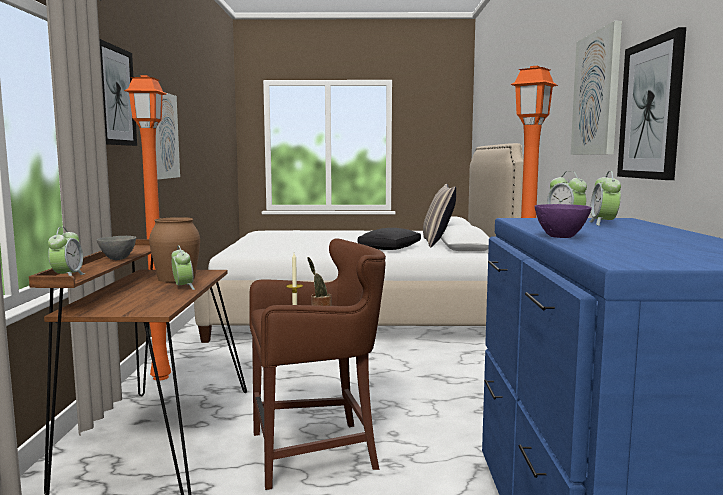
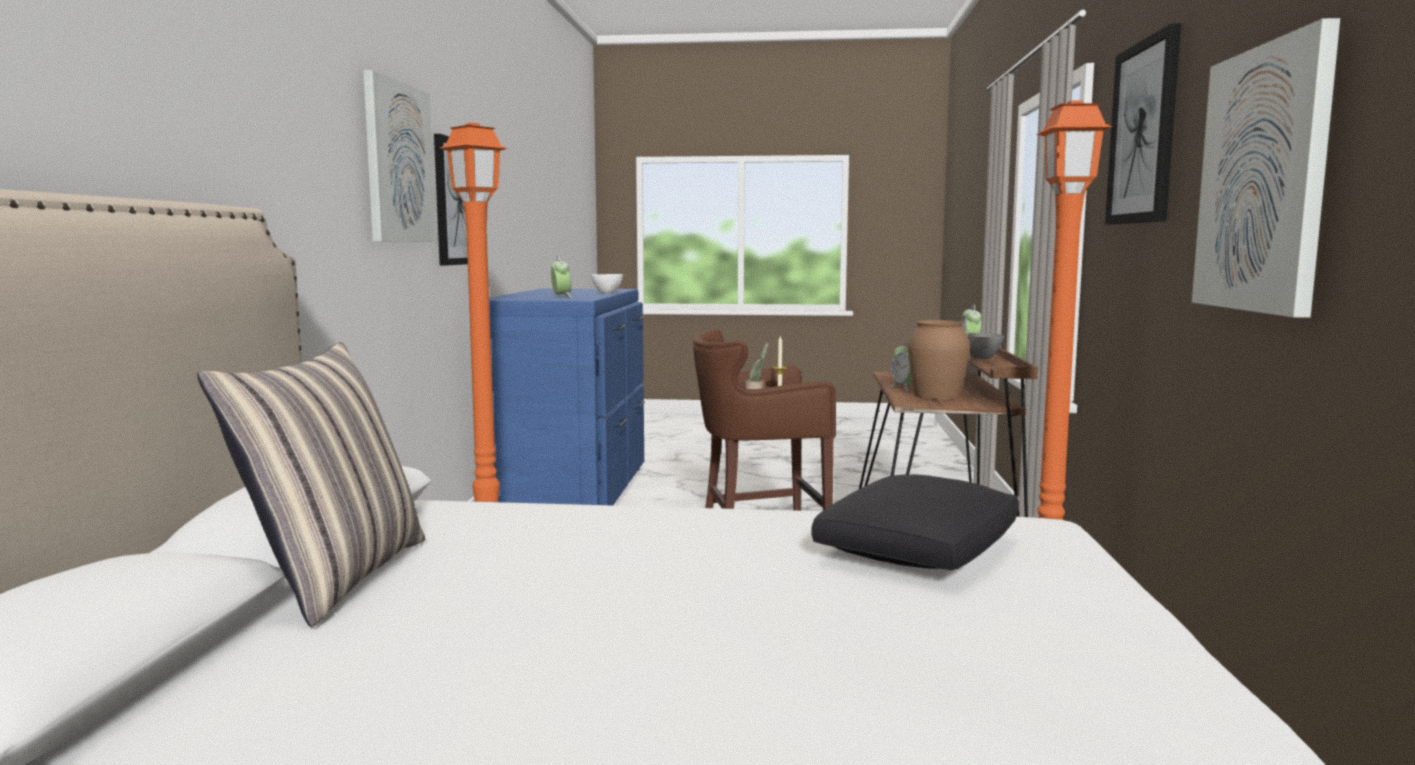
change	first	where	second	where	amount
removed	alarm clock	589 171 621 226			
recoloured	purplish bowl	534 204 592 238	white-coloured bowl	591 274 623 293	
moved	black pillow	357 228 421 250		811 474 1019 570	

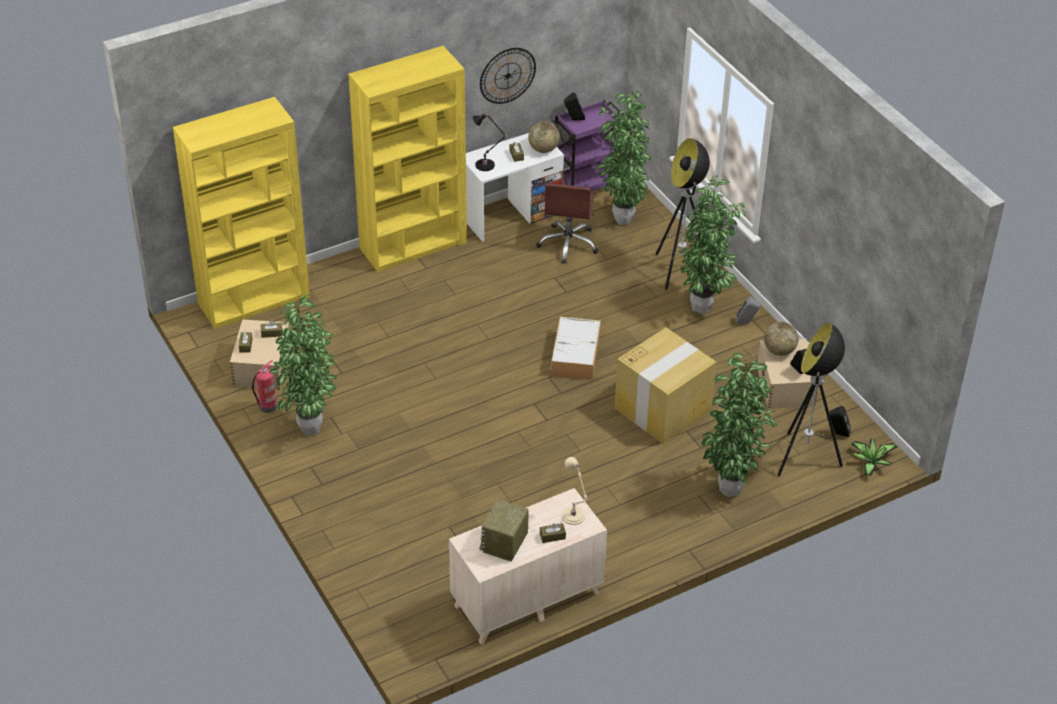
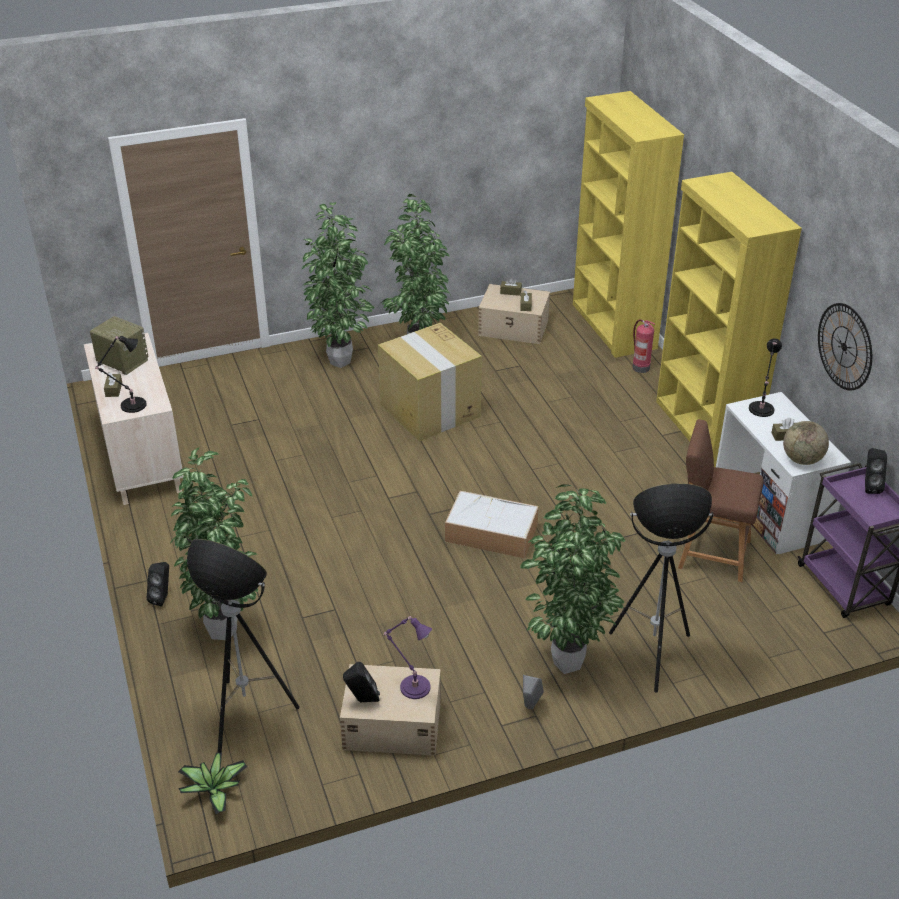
change	first	where	second	where	amount
moved	houseplant	595 91 652 225		301 202 374 368	
replaced	brown computer chair	536 183 598 264	brown stool seat	678 419 764 582	
replaced	globe	764 322 799 356	purplish lamp for a table	383 616 432 699	
moved	carton	615 327 716 444		378 323 482 441	
moved	fire extinguisher	252 360 277 413		632 319 655 373	
moved	black loudspeaker	829 406 851 437		147 562 169 606	
recoloured	sand-coloured lamp for a table	562 457 589 525	black lamp for a table	95 336 147 413	

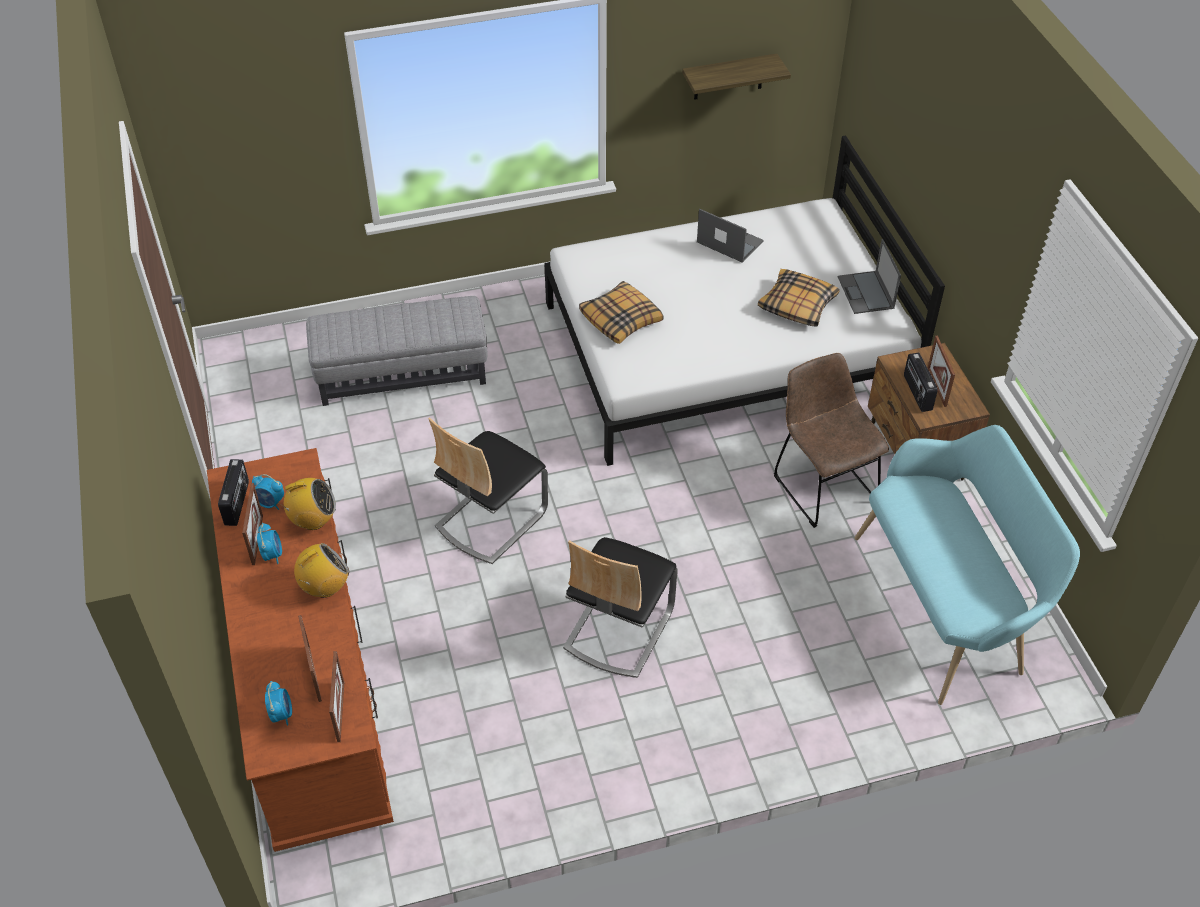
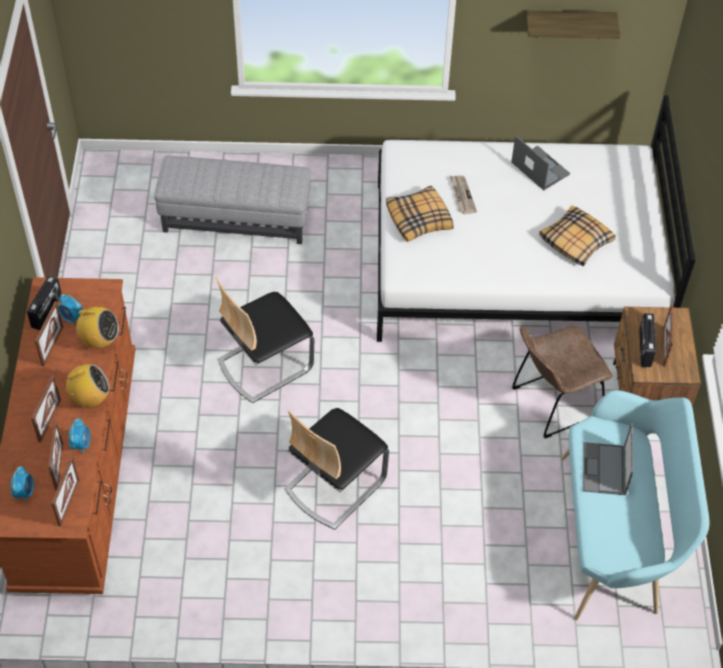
change	first	where	second	where	amount
moved	notebook computer	838 239 901 314		583 423 634 495	
turned	brown plain chair	774 353 889 528		512 326 612 438	105 degrees counterclockwise
moved	alarm clock	257 523 282 564		69 418 90 454	
added			daily paper	450 175 477 214	
added			picture frame	31 375 61 443	

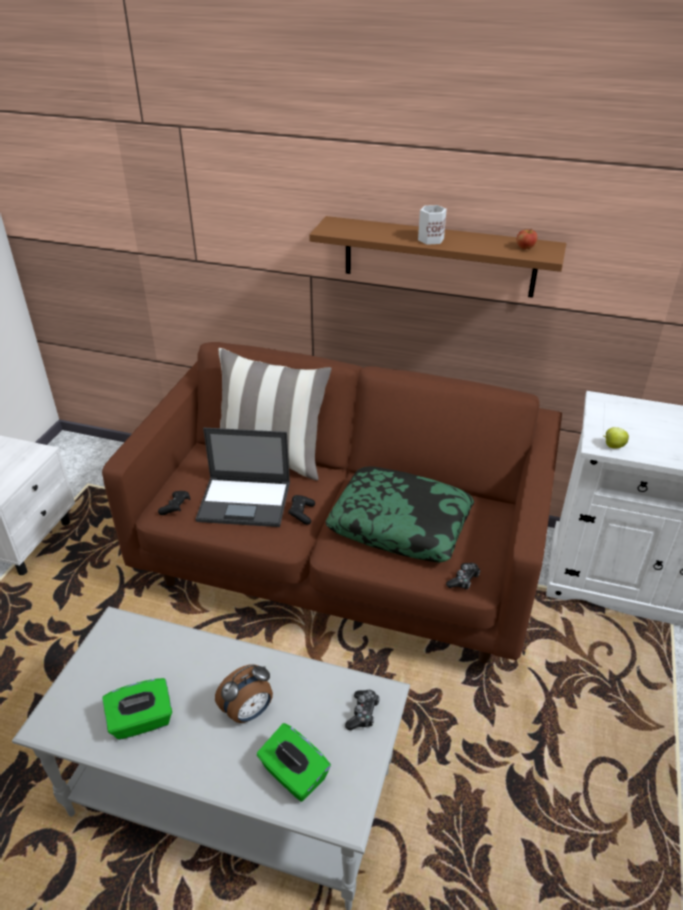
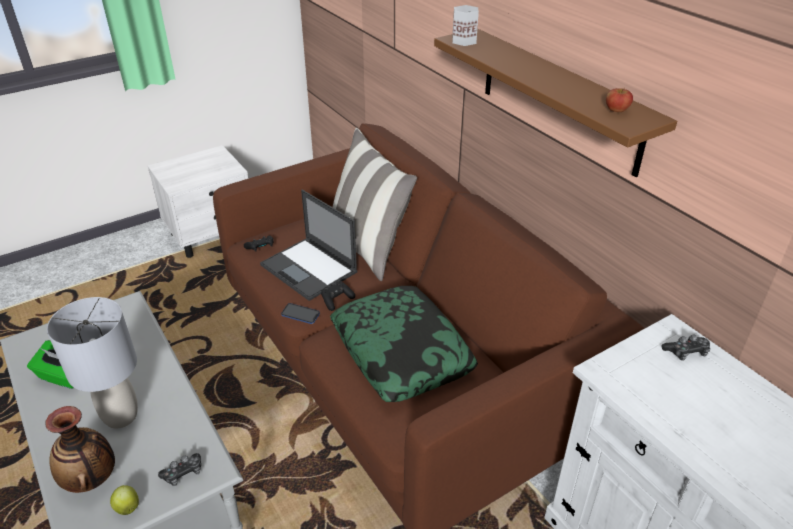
change	first	where	second	where	amount
moved	white-coloured mug	418 205 447 245		452 5 479 46	
moved	apple	603 427 629 449		110 485 139 515	
moved	gamepad	446 563 481 589		661 334 710 361	
replaced	alarm clock	215 664 273 723	grey lamp for a table	47 297 138 429	
replaced	green-coloured tissue holder	257 723 331 802	decorative vase	45 406 115 493	
added			handset	281 303 320 324	

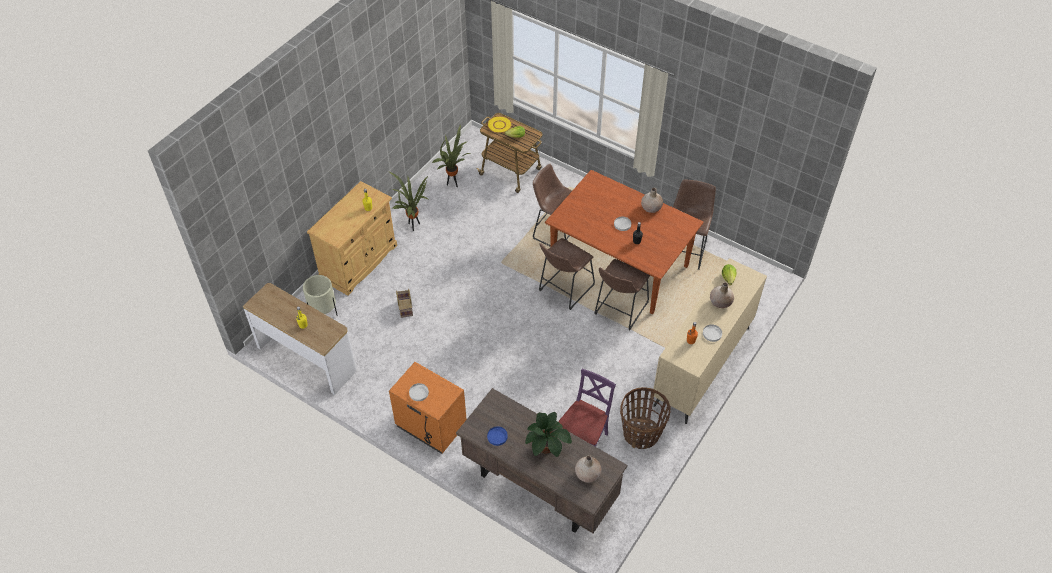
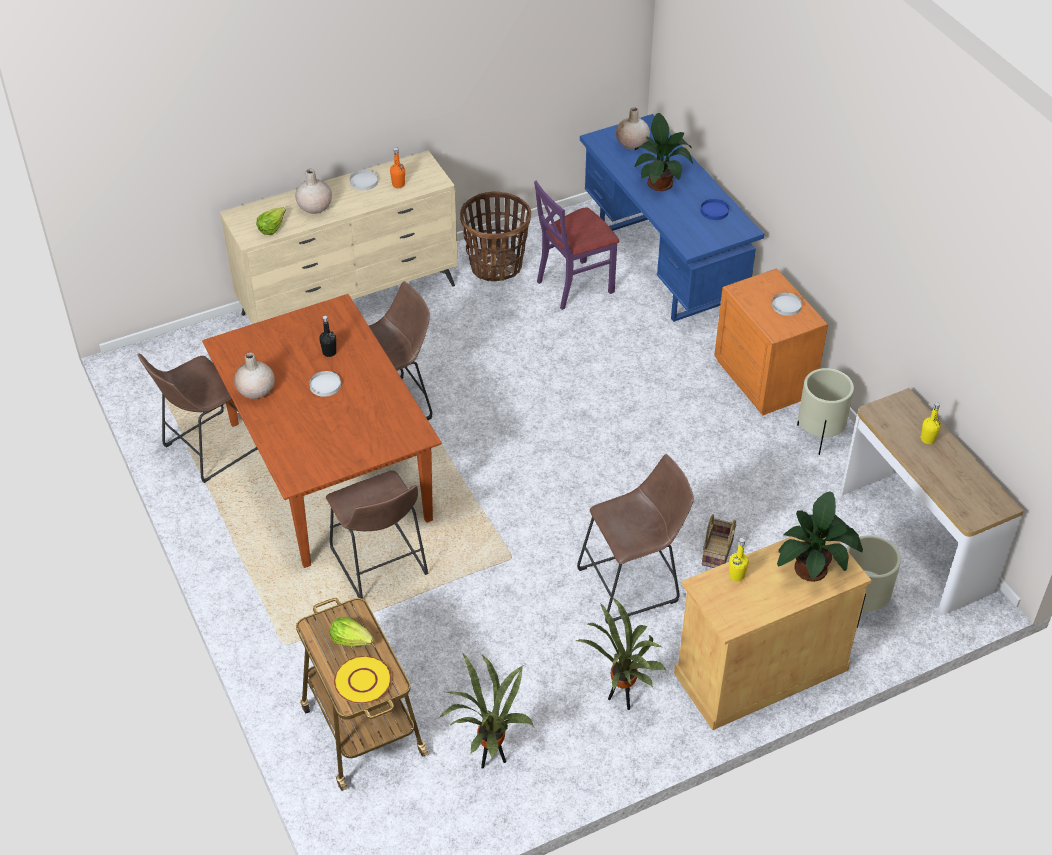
change	first	where	second	where	amount
moved	brown stool seat	539 238 595 310		577 454 694 624	
recoloured	brown desk table	456 388 627 533	blue-coloured desk table	580 114 764 322	
added			sand-coloured planter	797 368 854 455	
added			houseplant	777 491 863 582	

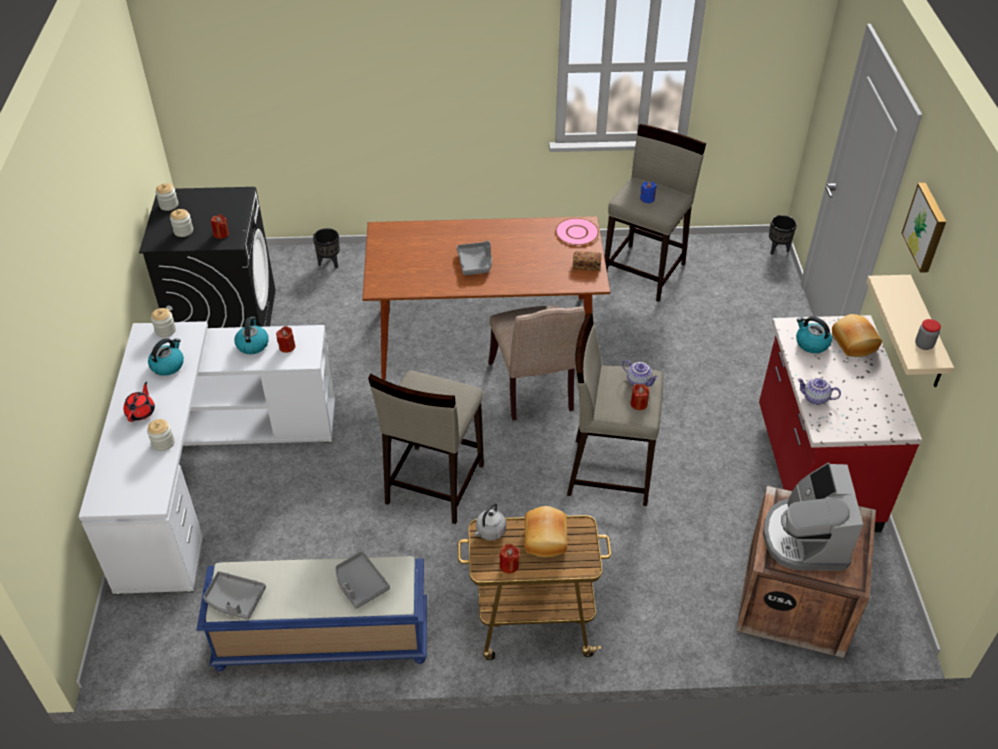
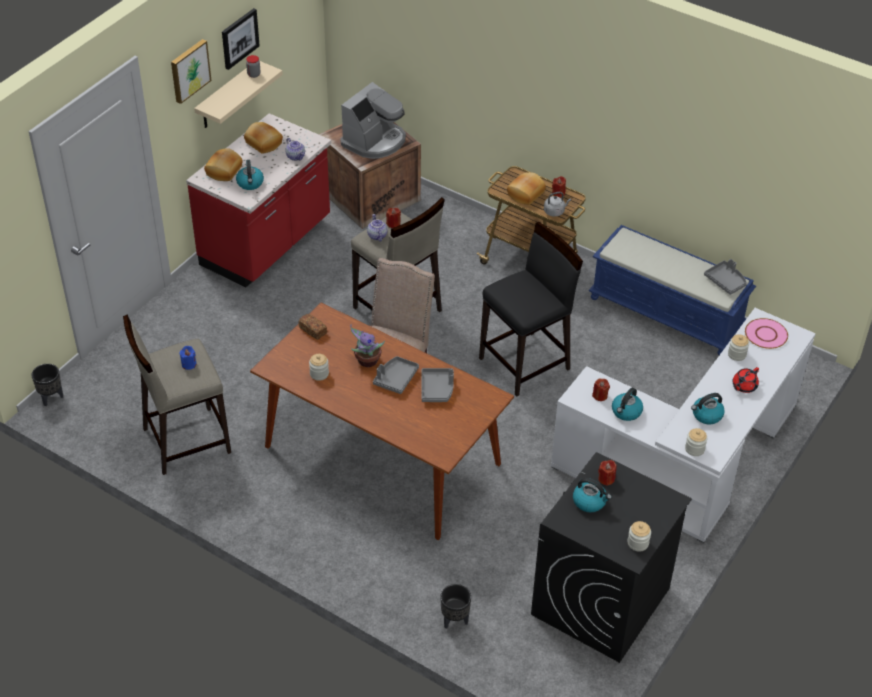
change	first	where	second	where	amount
moved	preserve jar	170 209 193 237		309 354 329 381	
moved	pinkish plate	555 218 599 245		745 318 788 349	
recoloured	sand-coloured stool seat	368 370 484 524	black stool seat	479 222 583 397	
moved	grey serving tray	335 551 390 609		421 368 454 402	
added			picture	222 8 260 70	
added			bread	244 122 283 154	
added			houseplant	350 324 385 367	
added			kettle	573 478 612 512	

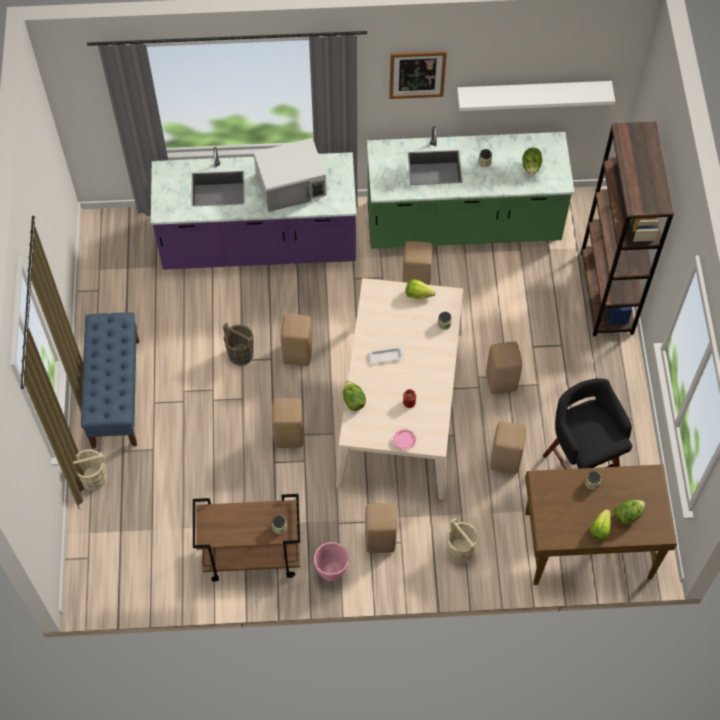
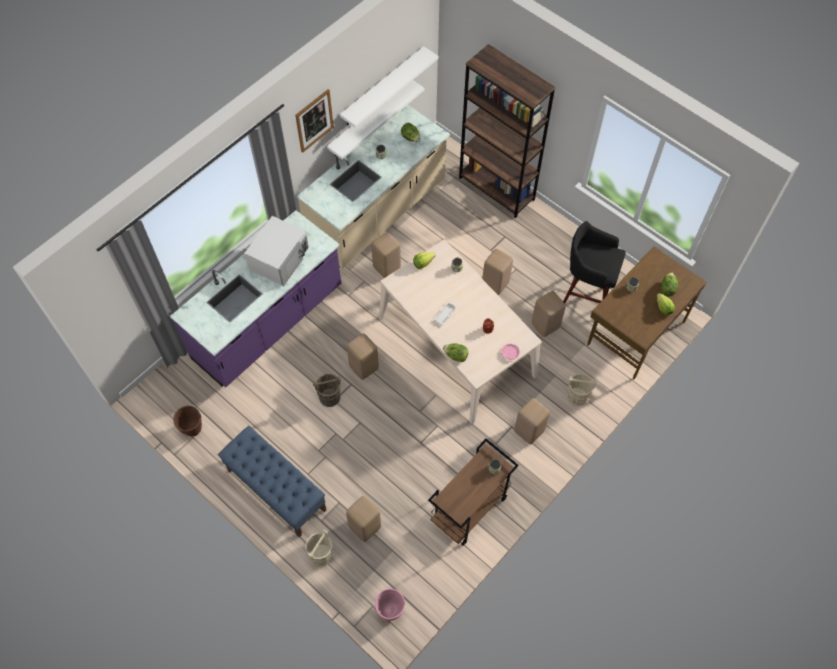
change	first	where	second	where	amount
recoloured	green-coloured kitchen base unit	367 126 574 249	sand-coloured kitchen base unit	297 105 450 269	
moved	sand-coloured stool seat	272 398 304 448		346 496 381 542	
moved	pinkish planter	314 542 349 581		375 588 405 621	
added			white-coloured shelf	327 80 424 159	
added			brown planter	173 406 202 436	

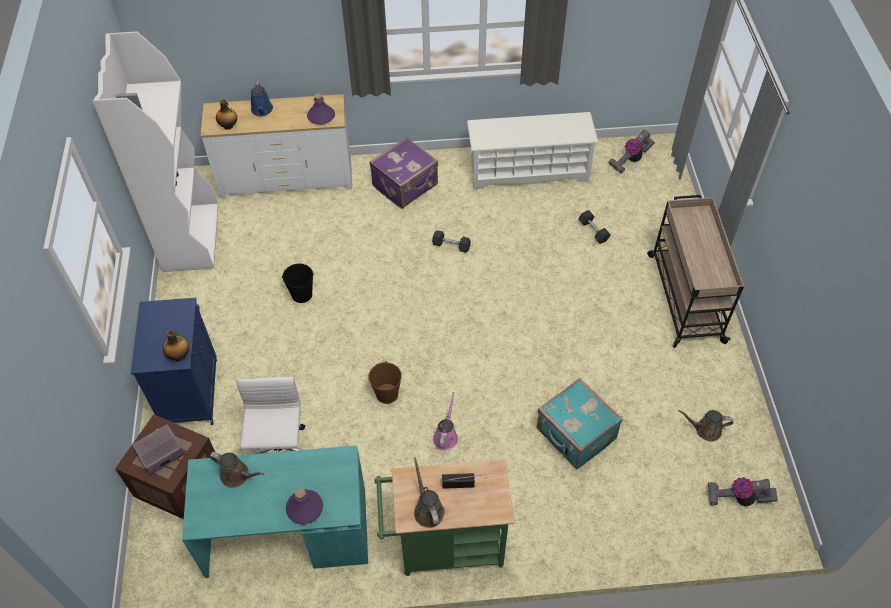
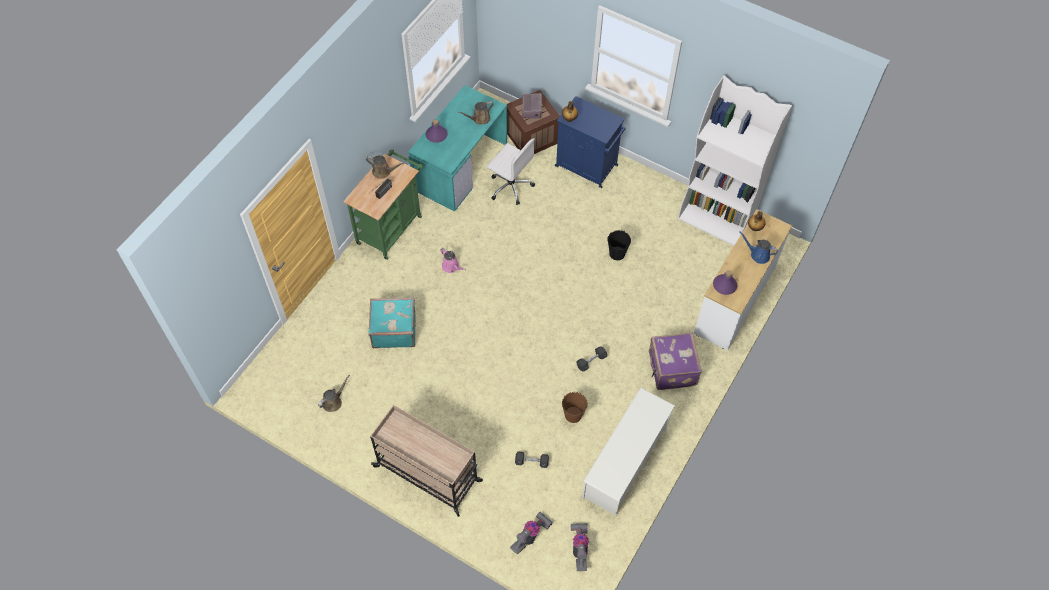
change	first	where	second	where	amount
moved	brown pail	368 361 402 404		562 392 588 423	
moved	hoover	708 477 778 506		510 512 553 555	

